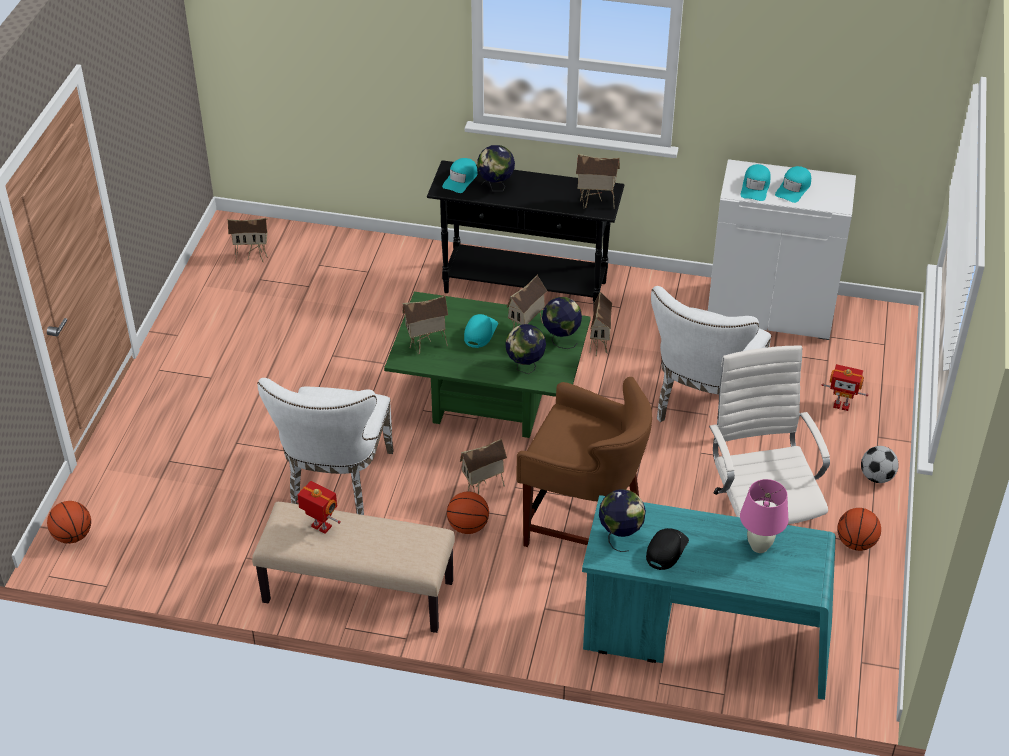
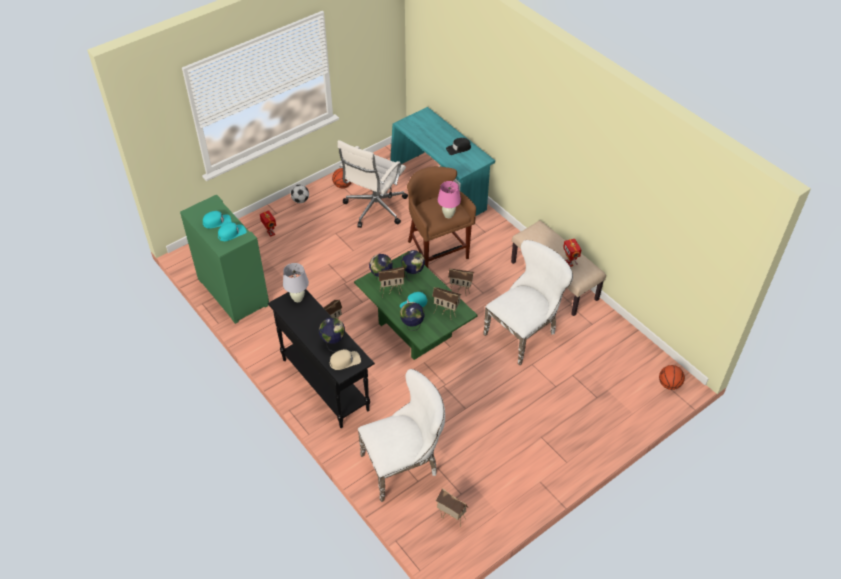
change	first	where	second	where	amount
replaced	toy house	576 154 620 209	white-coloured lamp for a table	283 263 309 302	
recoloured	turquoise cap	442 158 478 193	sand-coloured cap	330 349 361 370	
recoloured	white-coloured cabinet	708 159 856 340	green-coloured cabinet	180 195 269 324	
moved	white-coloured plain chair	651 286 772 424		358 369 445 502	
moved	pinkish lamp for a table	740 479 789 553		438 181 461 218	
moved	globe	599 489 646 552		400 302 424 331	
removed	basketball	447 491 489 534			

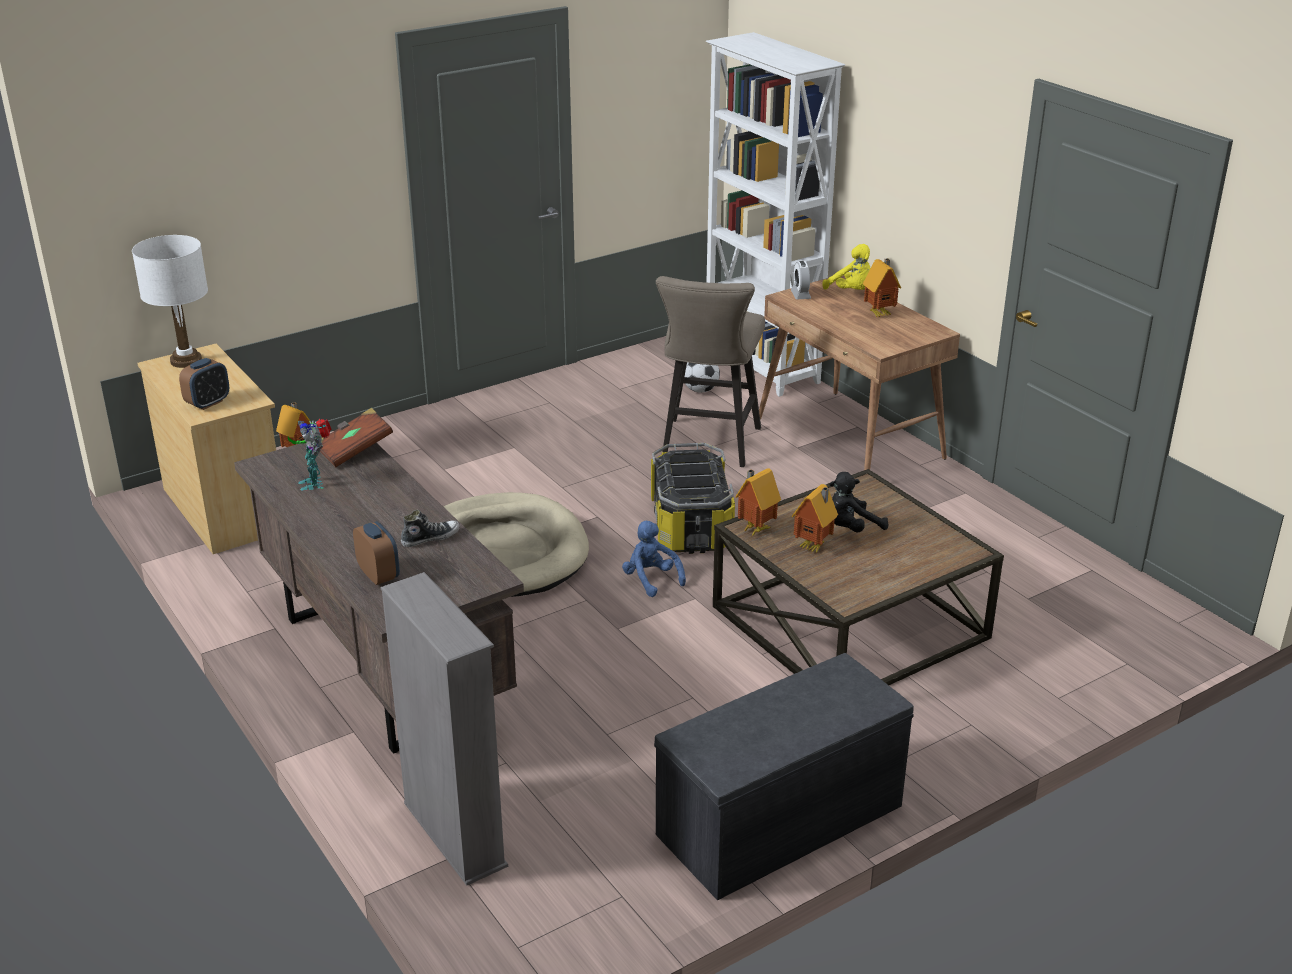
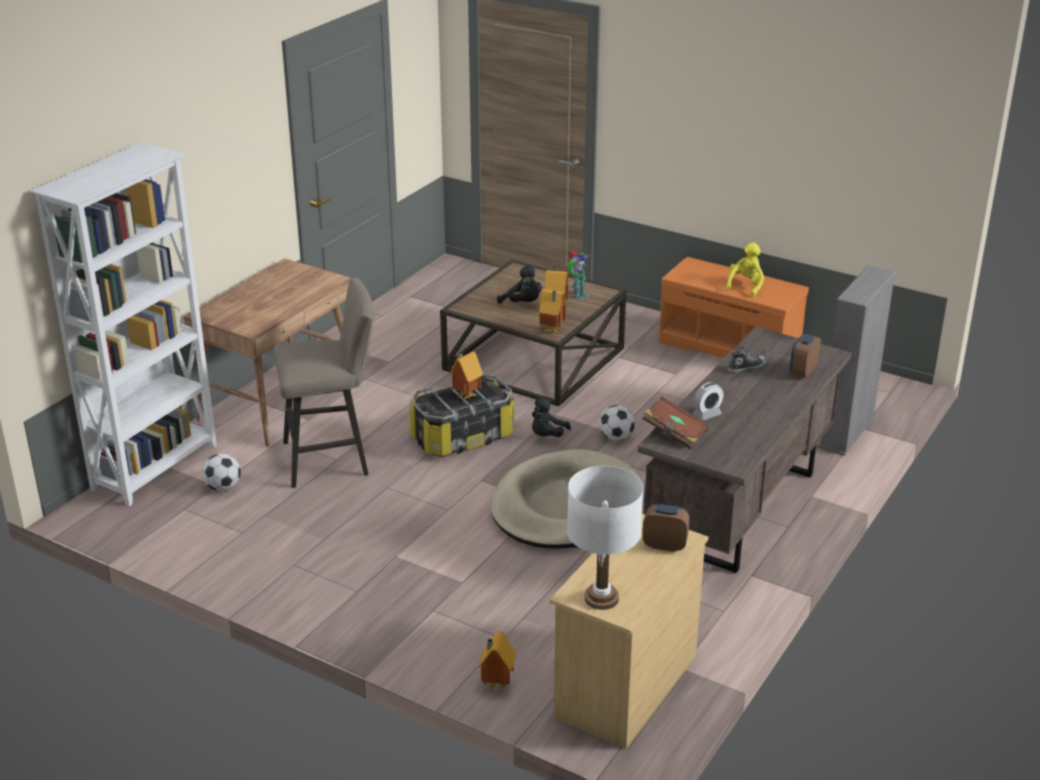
change	first	where	second	where	amount
moved	yellow soft toy	822 244 871 290		726 242 764 297	
moved	toy house	863 258 901 318		450 352 483 401	
moved	alarm clock	791 261 811 299		693 382 724 421	
moved	model robot	288 419 332 491		568 251 590 300	
turned	low shoe	401 510 460 547		728 346 767 373	120 degrees clockwise
recoloured	blue-coloured soft toy	622 521 686 597	black soft toy	532 397 571 437	
recoloured	grey indoor bench	654 653 914 901	orange-coloured indoor bench	659 257 809 358	
added			ball for football	599 405 635 441	

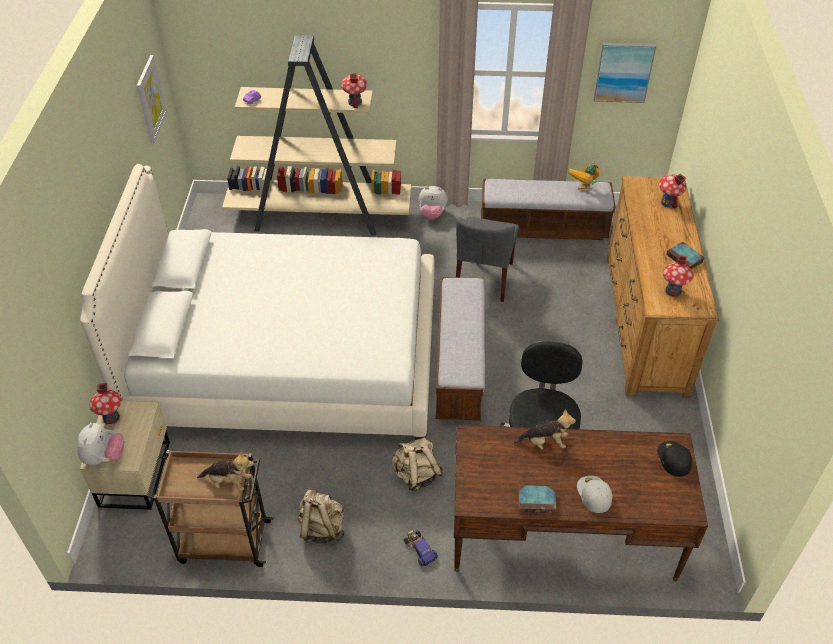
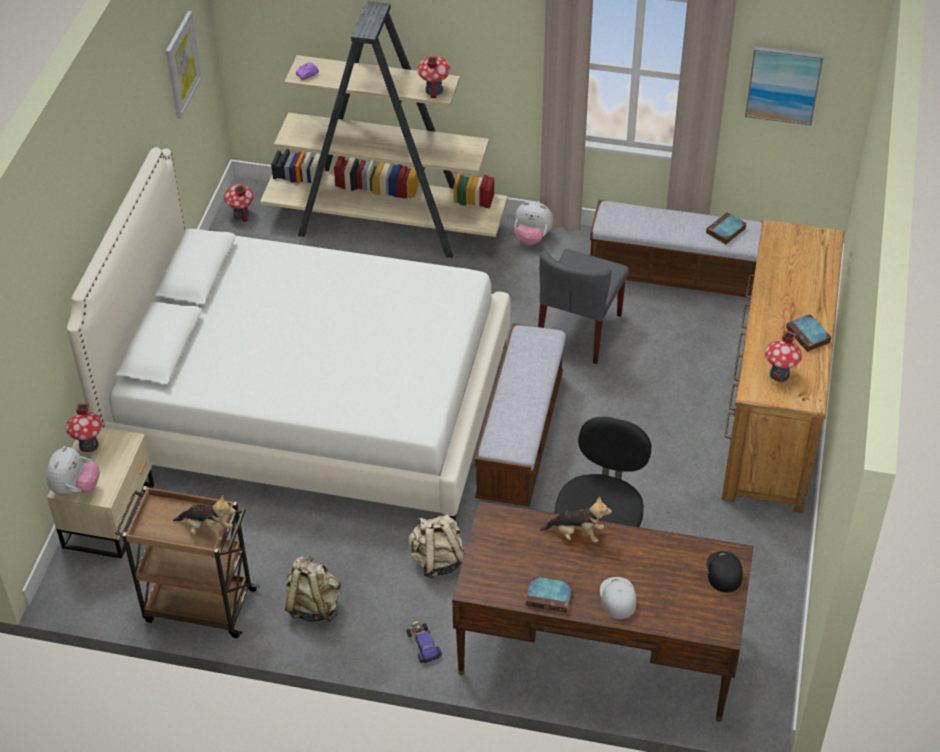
change	first	where	second	where	amount
replaced	model robot	568 161 599 190	volume	706 212 746 245	
moved	toy house	659 174 686 209		224 184 254 222	

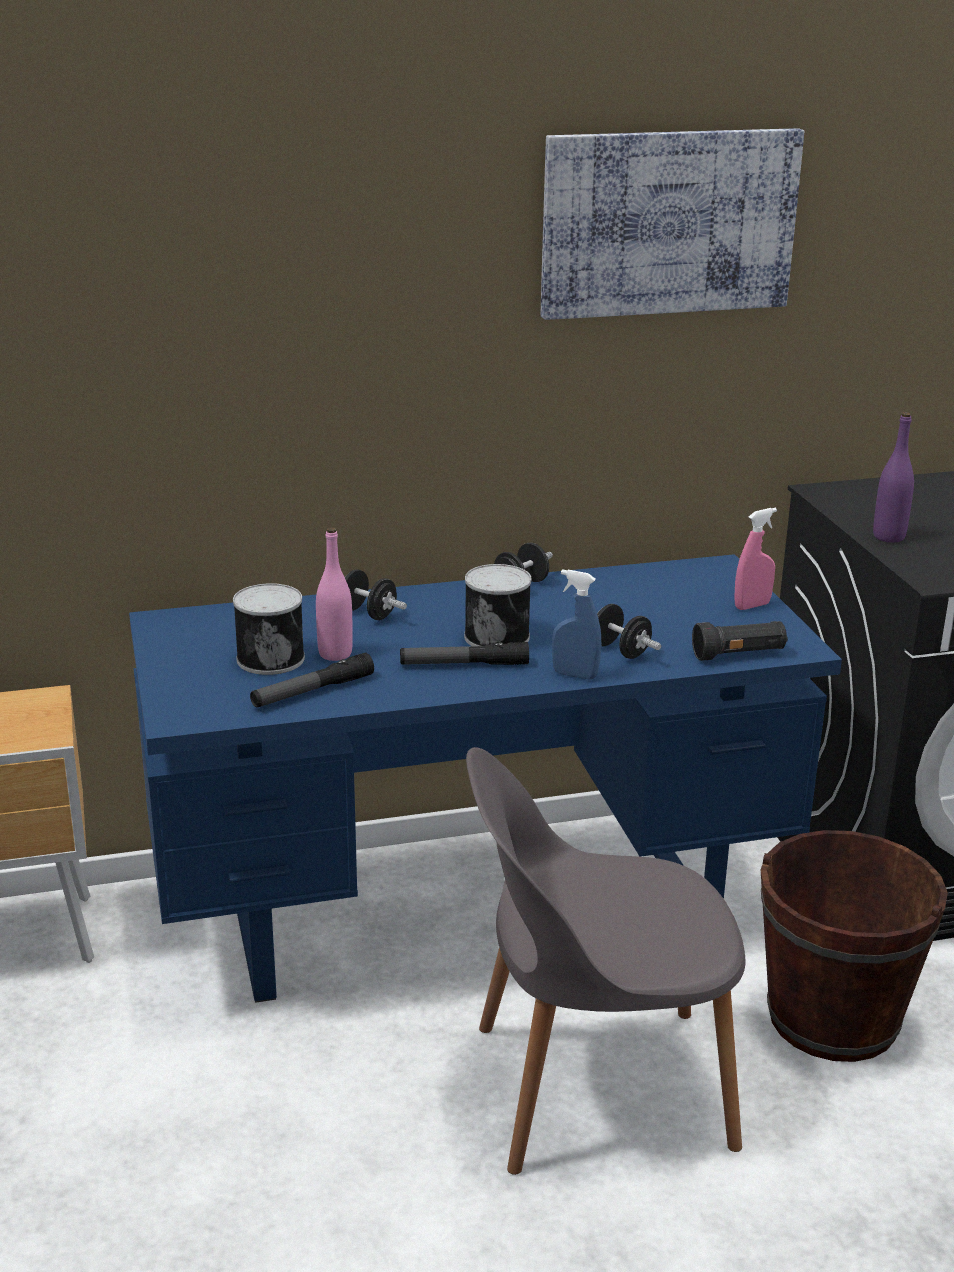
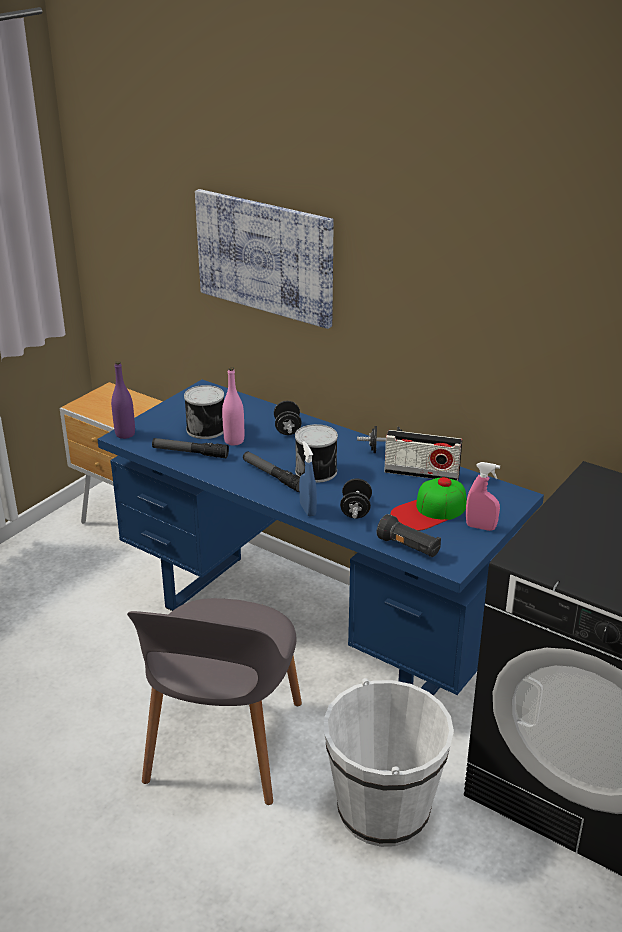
change	first	where	second	where	amount
moved	picture	541 128 804 320		195 189 333 329	
moved	purplish beverage bottle	873 412 914 543		111 361 135 439	
turned	grey plain chair	466 747 745 1175		127 598 302 805	120 degrees counterclockwise
recoloured	brown pail	761 830 948 1062	white-coloured pail	323 678 454 847	
added			radio receiver	384 430 462 481	
added			cap	390 477 466 531	

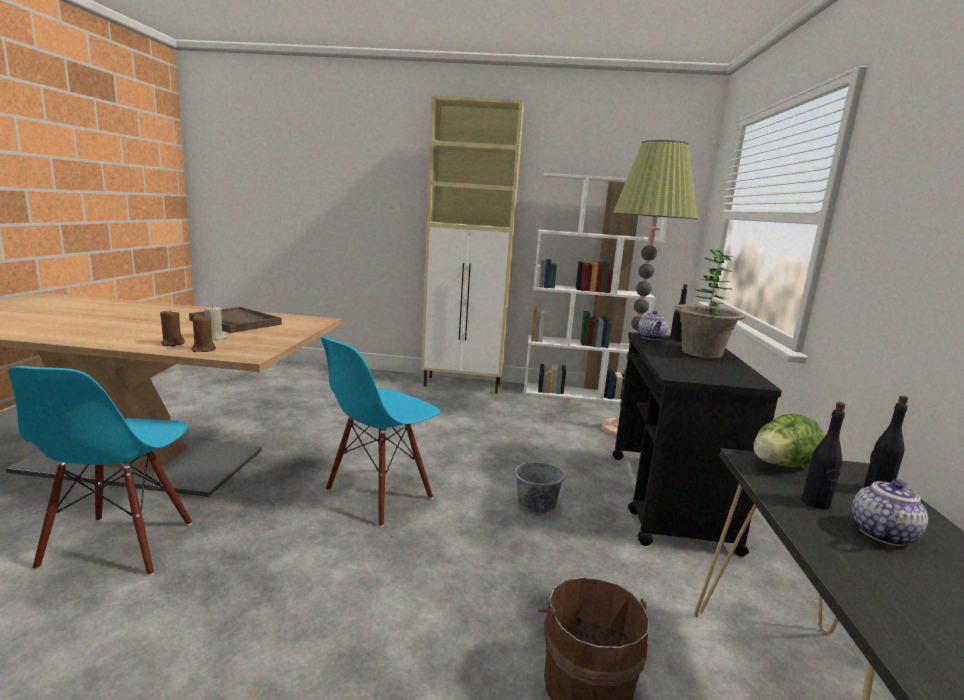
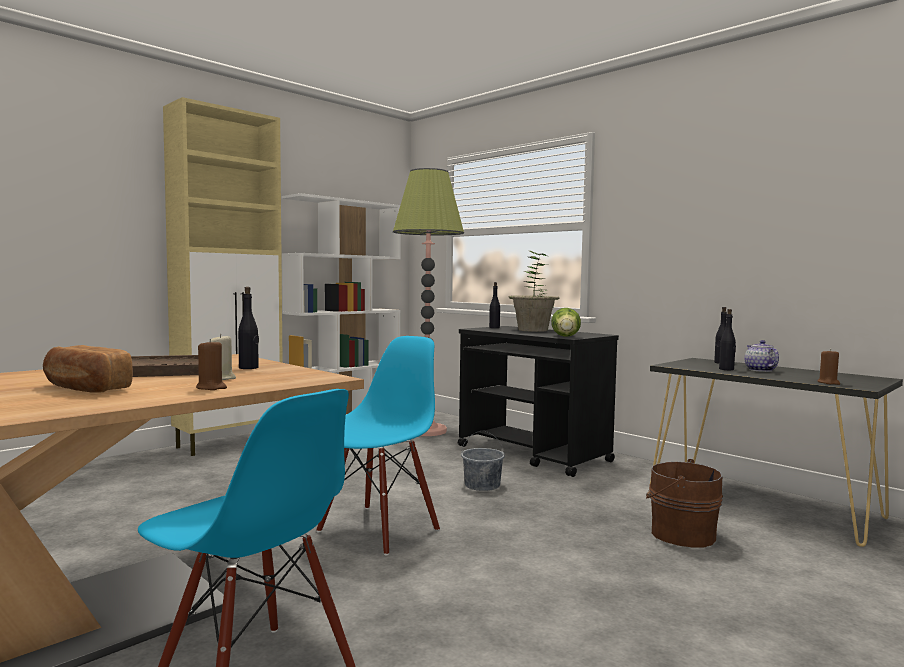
change	first	where	second	where	amount
removed	tea pot	638 311 668 340			
moved	brown wax light	191 314 216 352		818 349 840 385	
turned	blue-coloured plain chair	321 337 441 527		316 336 440 556	135 degrees counterclockwise
moved	head of lettuce	753 414 825 467		551 308 581 337	
added			black beverage bottle	238 287 259 369	
added			bread	43 345 133 393	

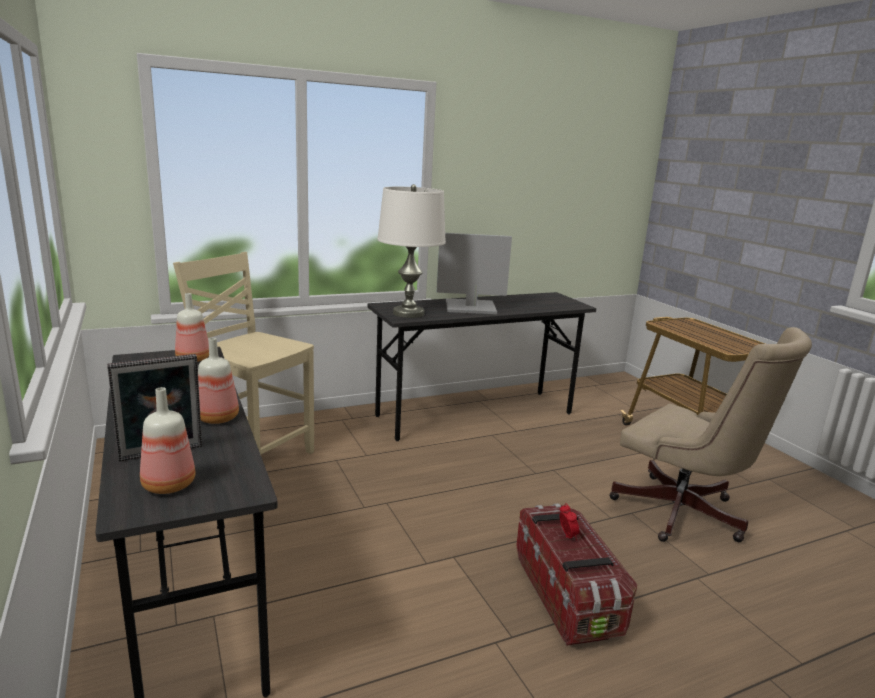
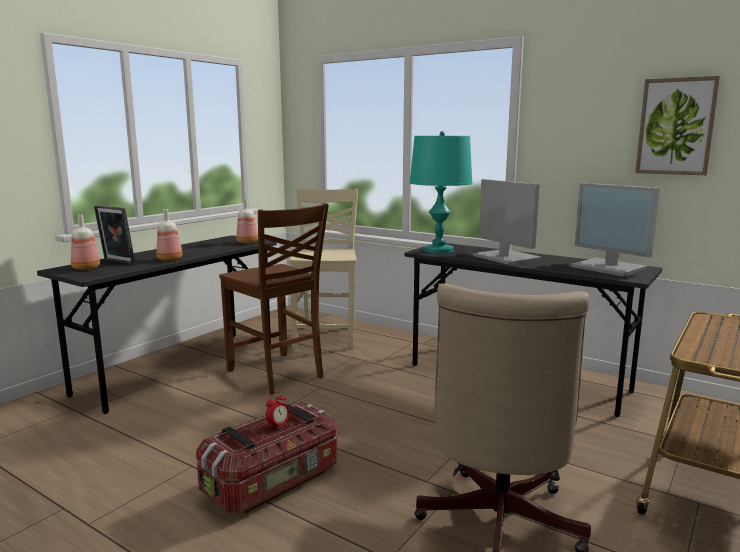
change	first	where	second	where	amount
recoloured	white-coloured lamp for a table	377 184 446 318	turquoise lamp for a table	409 131 472 254	
added			picture	635 76 720 175	
added			monitor	571 183 660 276	
added			brown plain chair	219 203 329 395	

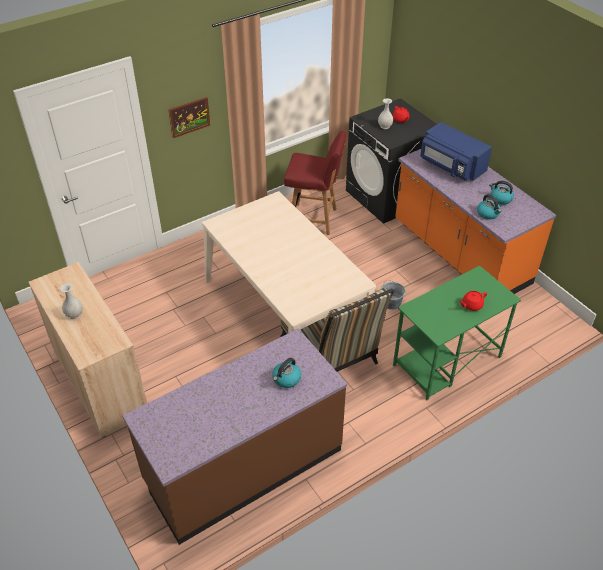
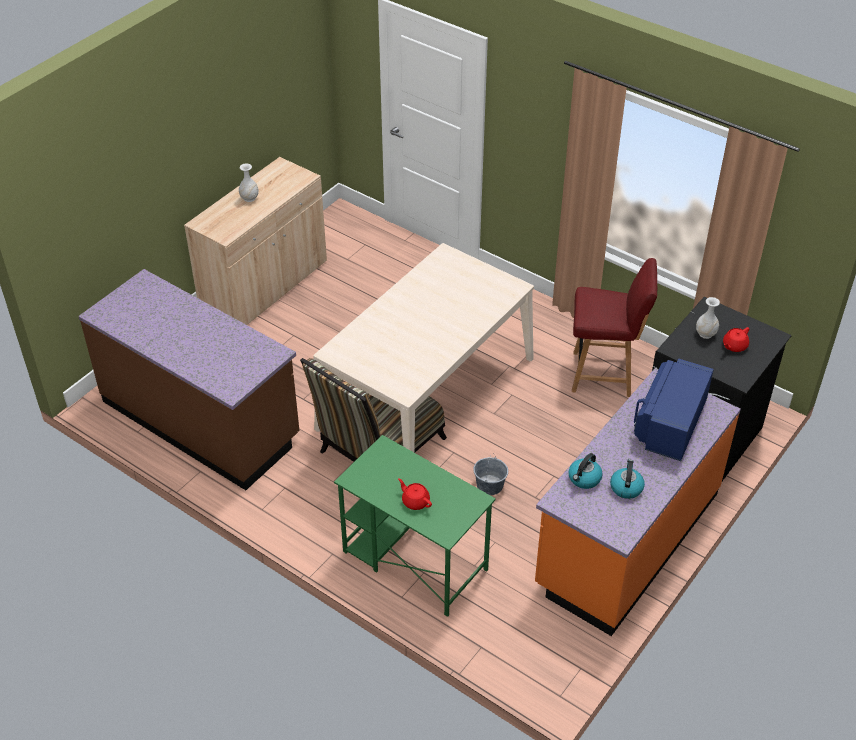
change	first	where	second	where	amount
removed	picture	168 97 210 138			
turned	reddish plain chair	284 131 346 235		572 258 657 397	75 degrees counterclockwise
removed	kettle	272 358 301 388			

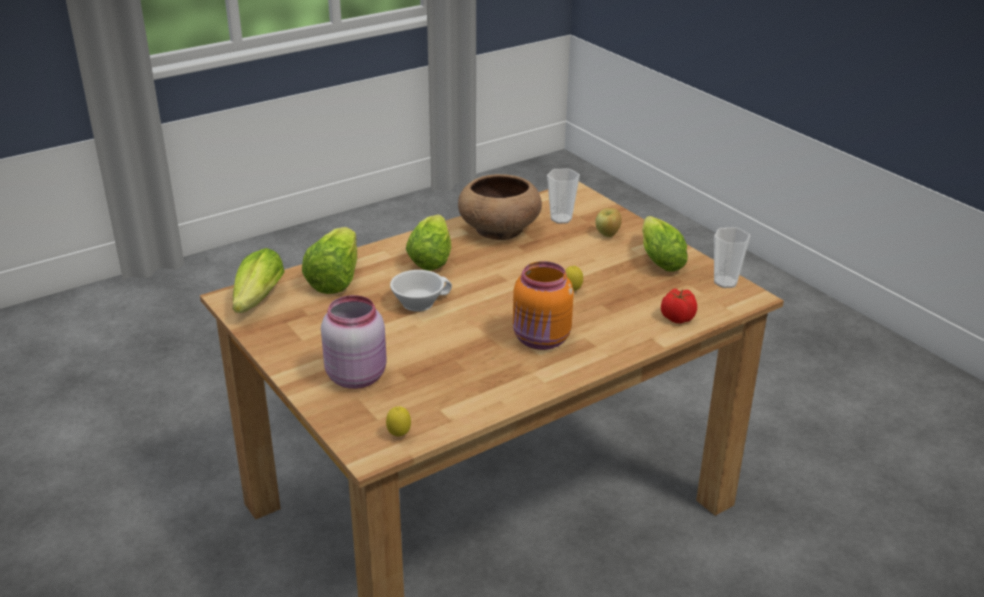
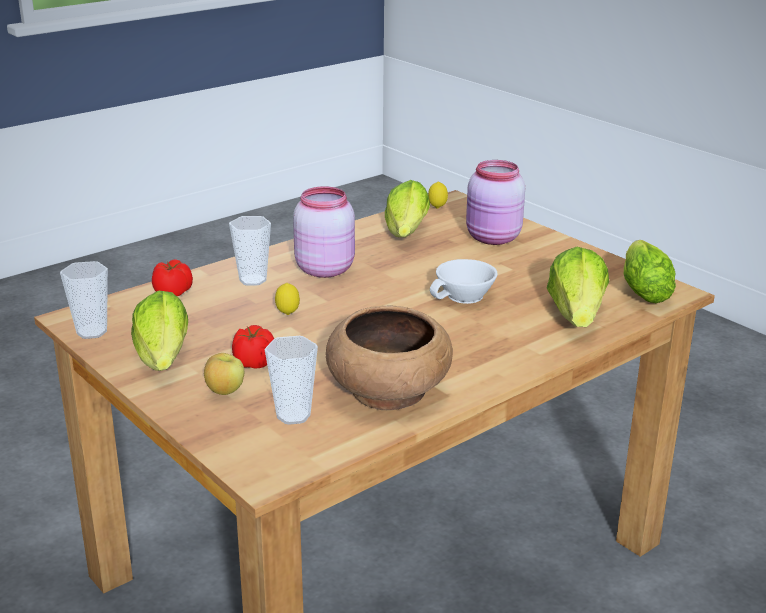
change	first	where	second	where	amount
moved	head of lettuce	406 215 451 271		385 180 430 237	
recoloured	orange-coloured preserve jar	513 261 574 350	pinkish preserve jar	293 186 355 278	
added			cup	229 216 271 286	
added			whole tomato	232 325 274 369	

